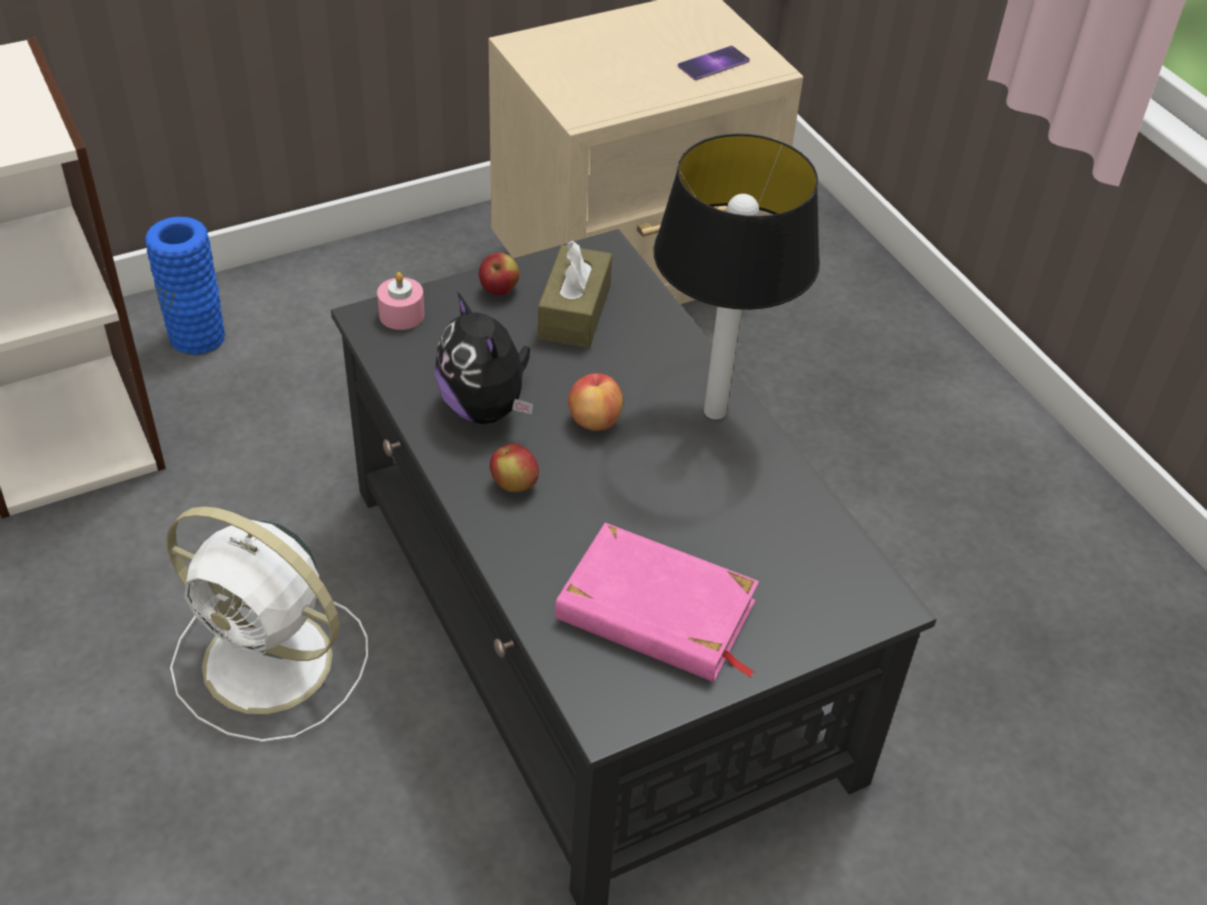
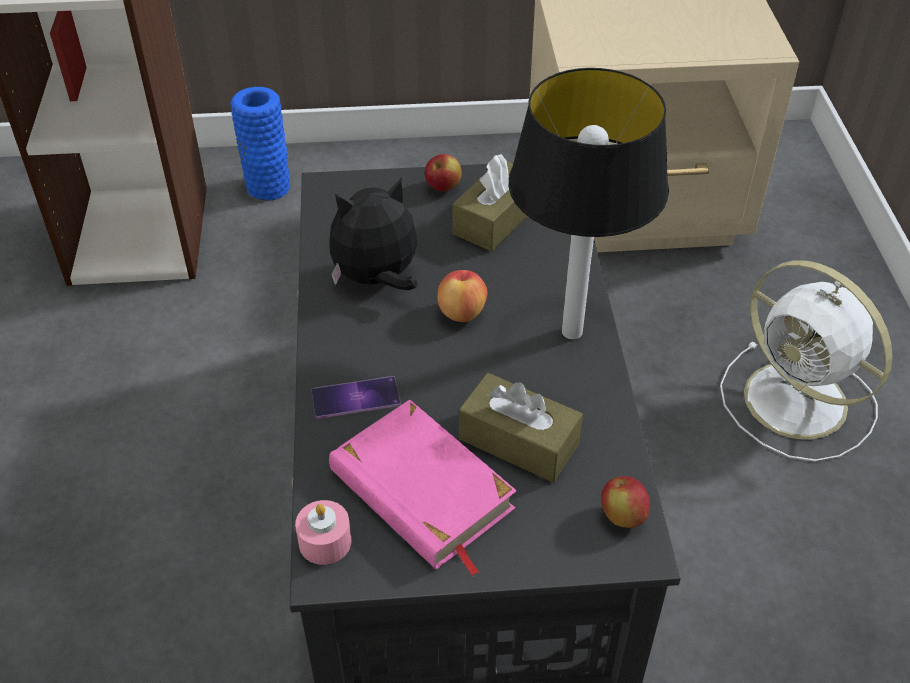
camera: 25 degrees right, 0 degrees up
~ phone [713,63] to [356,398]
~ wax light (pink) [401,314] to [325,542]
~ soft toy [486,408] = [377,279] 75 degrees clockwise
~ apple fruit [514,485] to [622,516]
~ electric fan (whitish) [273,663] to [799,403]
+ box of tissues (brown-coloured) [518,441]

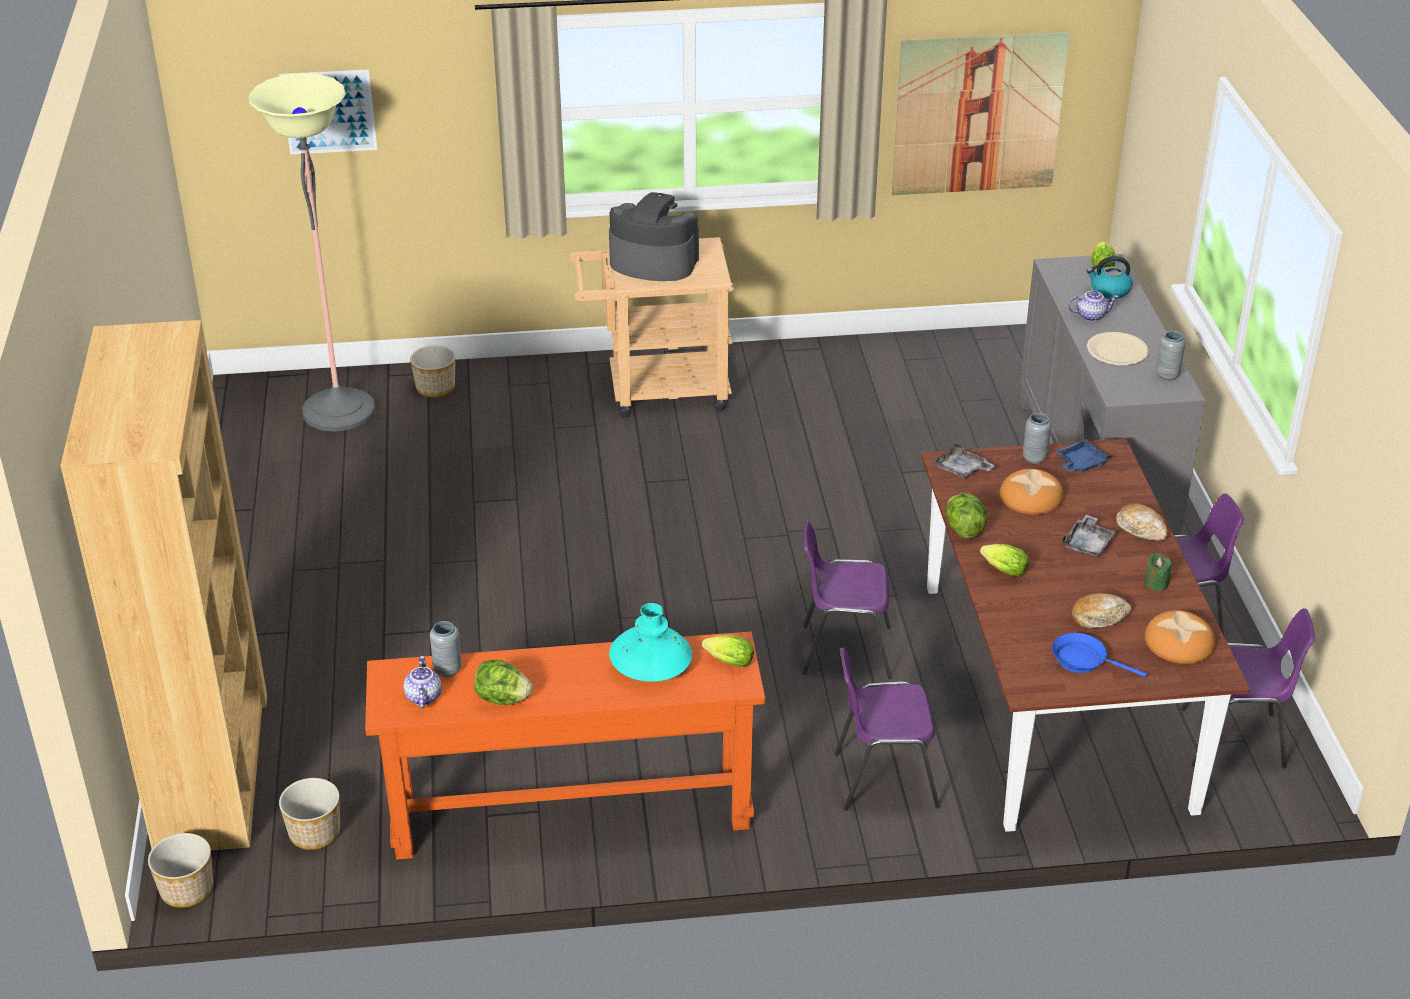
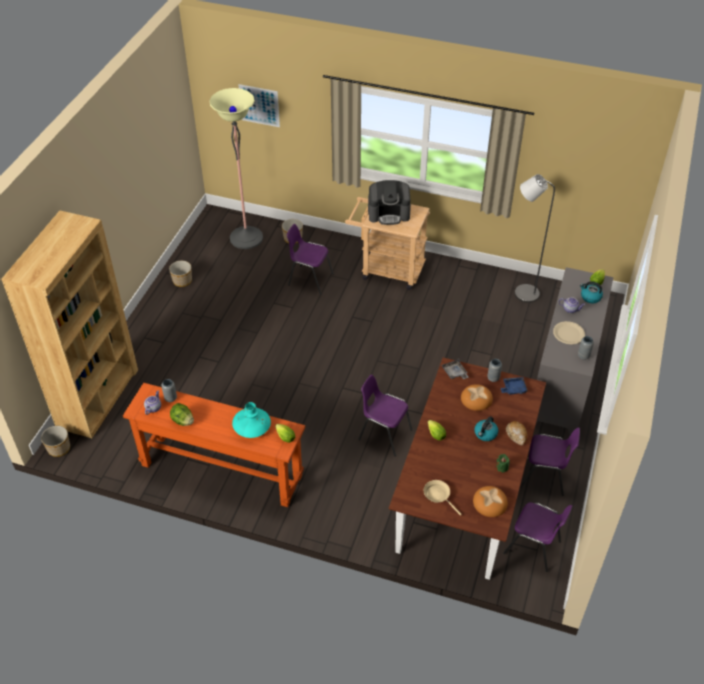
camera: 25 degrees right, 10 degrees up
- picture [978,114]
~ coffee machine [653,262] = [389,213] 135 degrees clockwise
- head of lettuce [963,529]
~ serving tray (greyish) [1088,543] to kettle [485,434]
- baked bread [1099,617]
~ frying pan (blue-coloured) [1083,660] to frying pan (sand-coloured) [438,495]
~ plain chair (purple) [882,779] to [309,279]
~ planter [314,833] to [182,281]
+ floor lamp (greyish) [521,293]

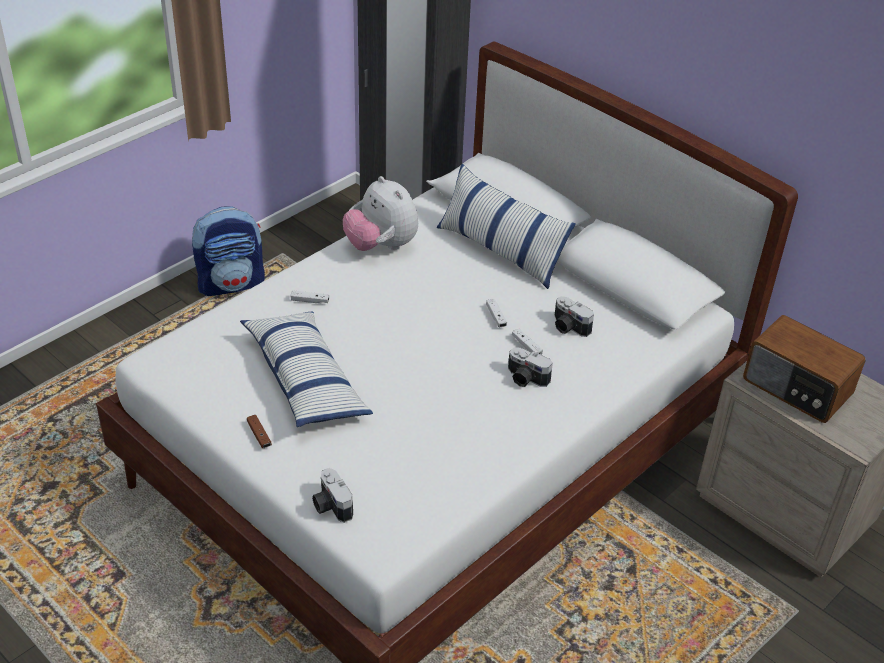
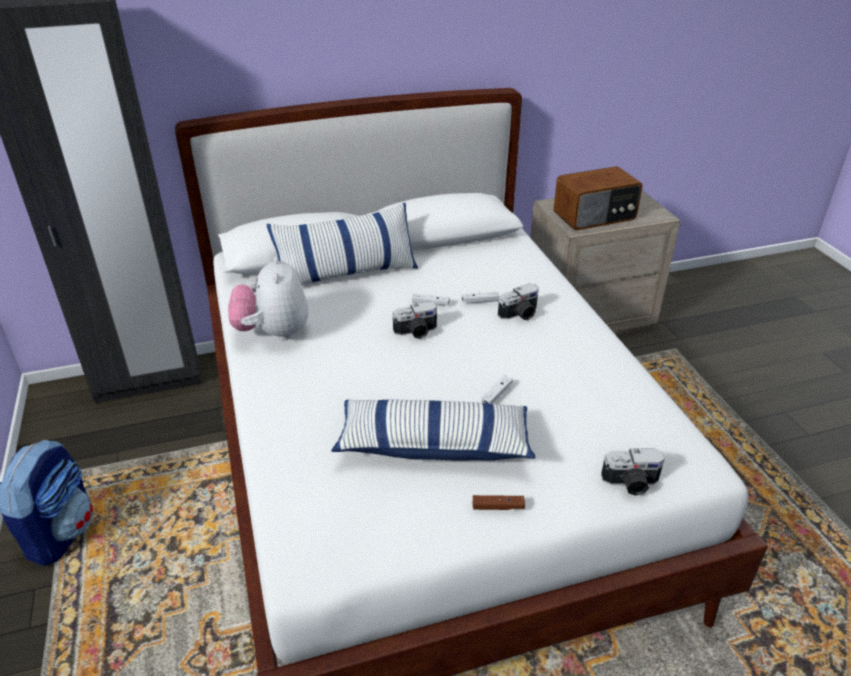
camera: 60 degrees left, 5 degrees down
~ soft toy [381,246] = [273,333] 90 degrees clockwise
~ game controller (whitish) [310,301] to [497,394]
~ photo camera [568,327] to [416,332]

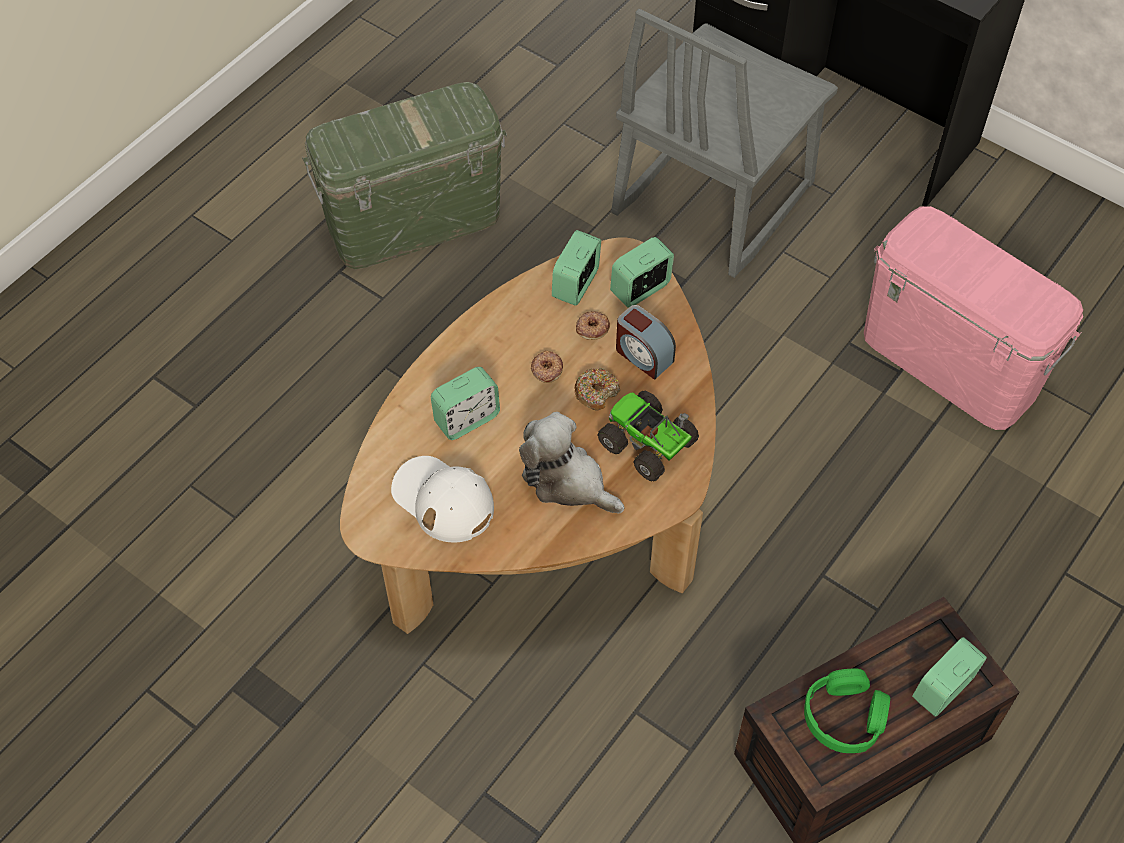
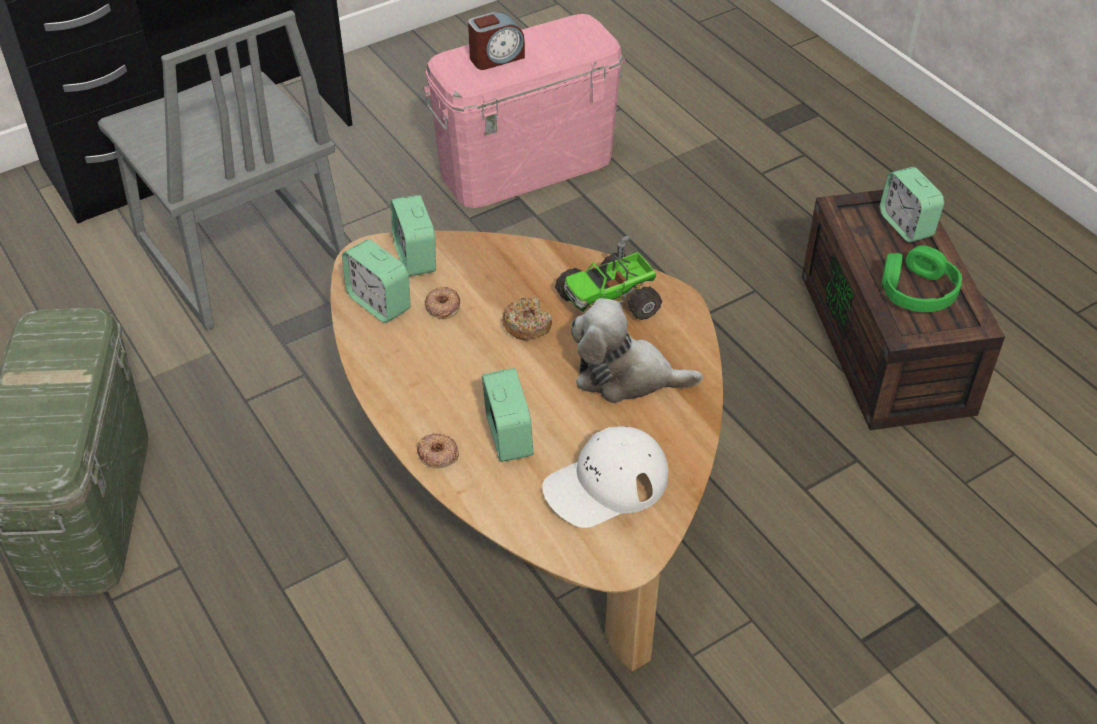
camera: 70 degrees left, 10 degrees down
~ alarm clock [643,355] to [496,58]
~ ring doughnut [546,369] to [437,454]
~ soft toy [567,481] = [626,376] 45 degrees clockwise

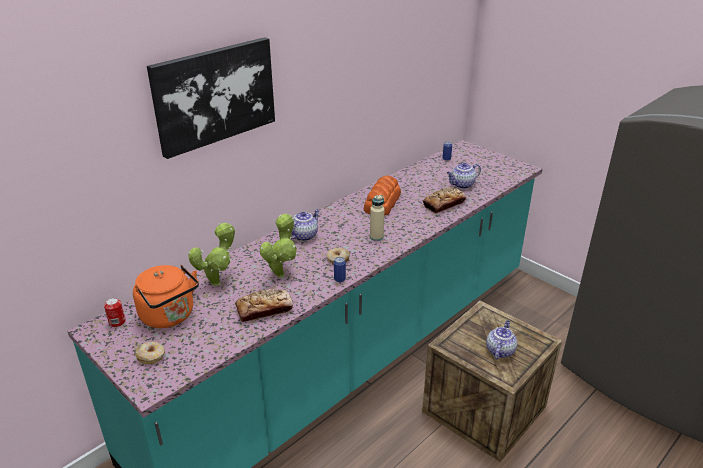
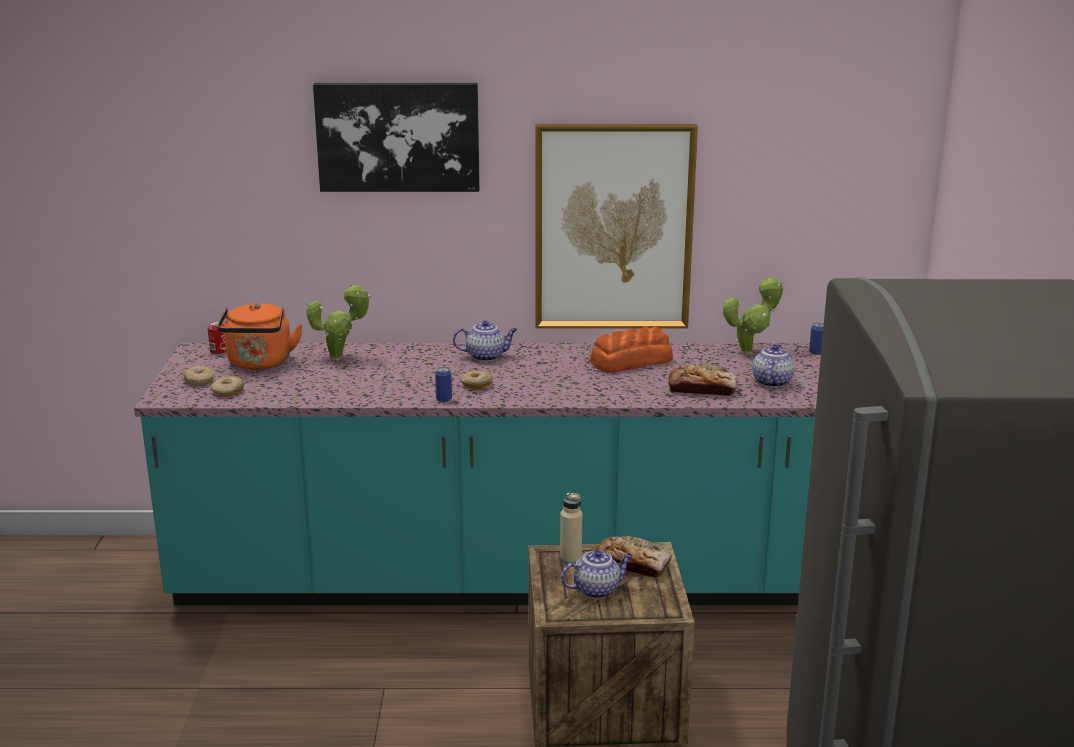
camera: 45 degrees right, 10 degrees down
~ tea pot [462,185] = [771,382] 90 degrees clockwise
~ drink bottle (sand-coloured) [376,237] to [570,559]
~ potted plant [281,273] to [750,352]
~ baked bread [264,309] to [632,564]
+ picture [613,227]
+ ring doughnut [228,392]

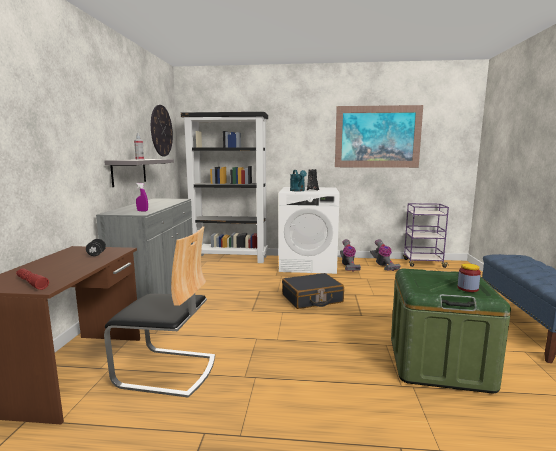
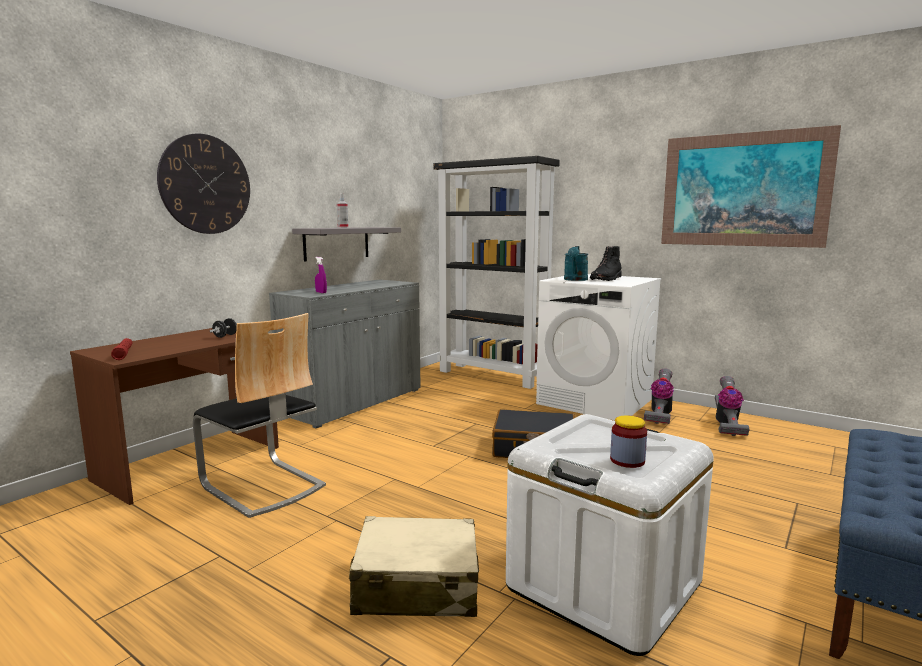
camera: 30 degrees right, 0 degrees up
~ clock on the wall [161,131] to [205,184]
- trolley (purple) [423,263]
~ storage bin (greenish) [438,363] to storage bin (whitish) [603,584]
+ travel case (sand-coloured) [416,586]

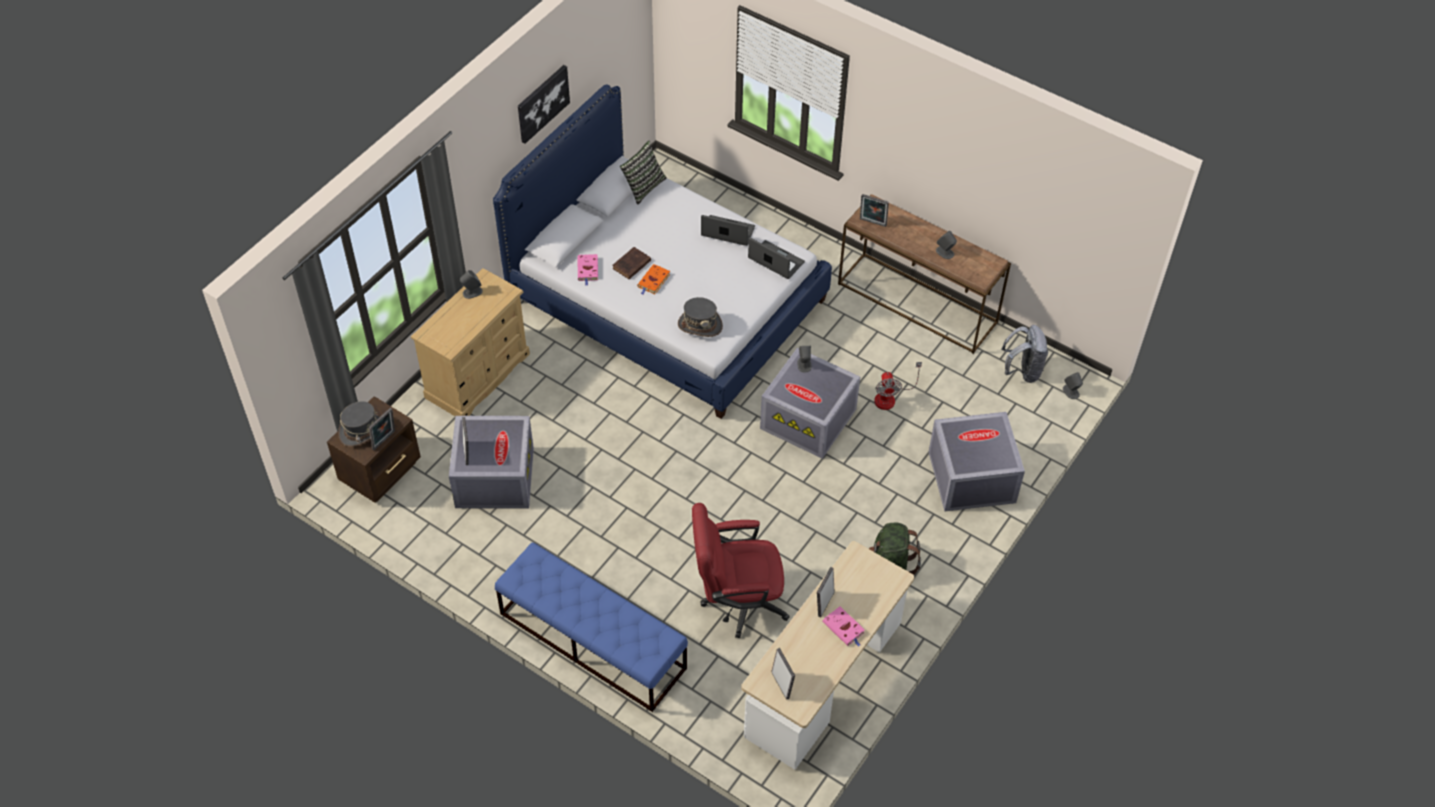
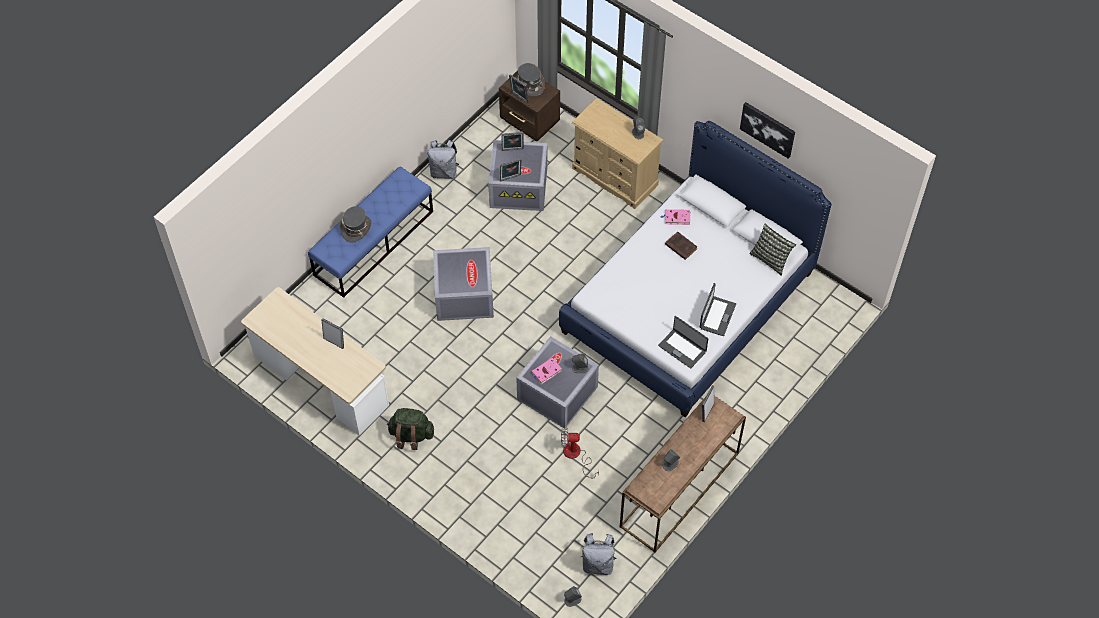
camera: 95 degrees right, 5 degrees up
~ laptop [775,261] = [682,348] 90 degrees clockwise
- book (orange) [653,281]
~ wearable hat (greyish) [700,325] to [356,228]
~ storage bin (greyish) [970,478] to [463,294]
- desk chair (red) [737,601]
~ book (pink) [844,628] to [546,372]
~ photo frame [782,684] to [510,178]
+ backpack (greyish) [444,172]

